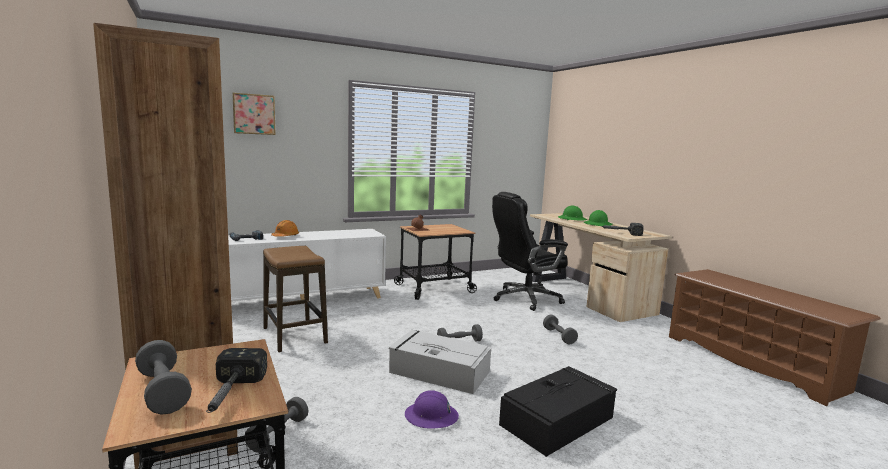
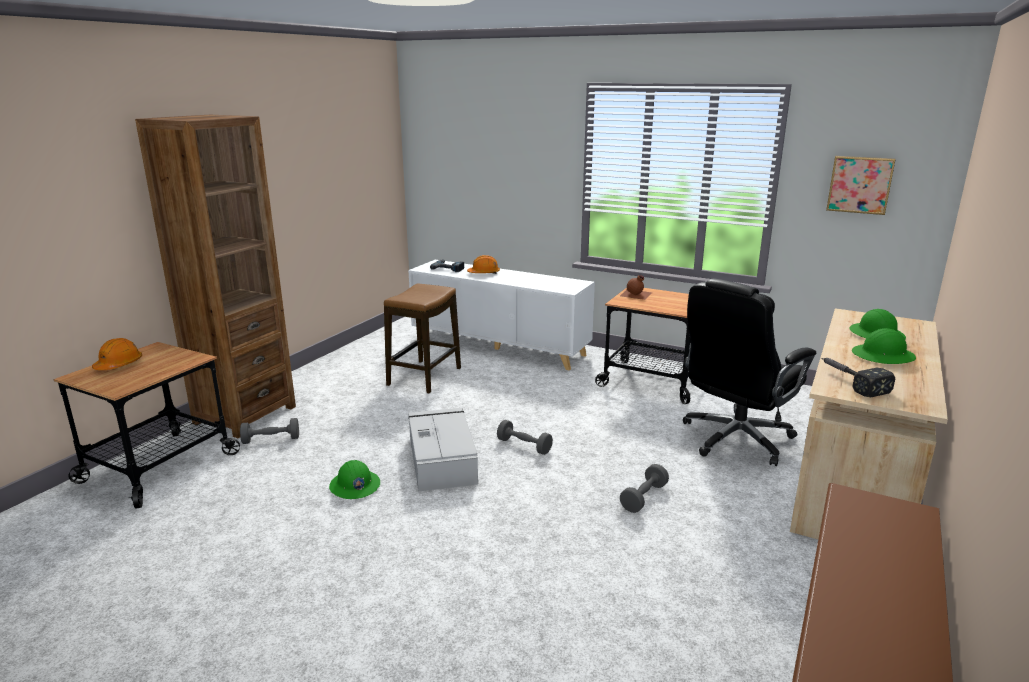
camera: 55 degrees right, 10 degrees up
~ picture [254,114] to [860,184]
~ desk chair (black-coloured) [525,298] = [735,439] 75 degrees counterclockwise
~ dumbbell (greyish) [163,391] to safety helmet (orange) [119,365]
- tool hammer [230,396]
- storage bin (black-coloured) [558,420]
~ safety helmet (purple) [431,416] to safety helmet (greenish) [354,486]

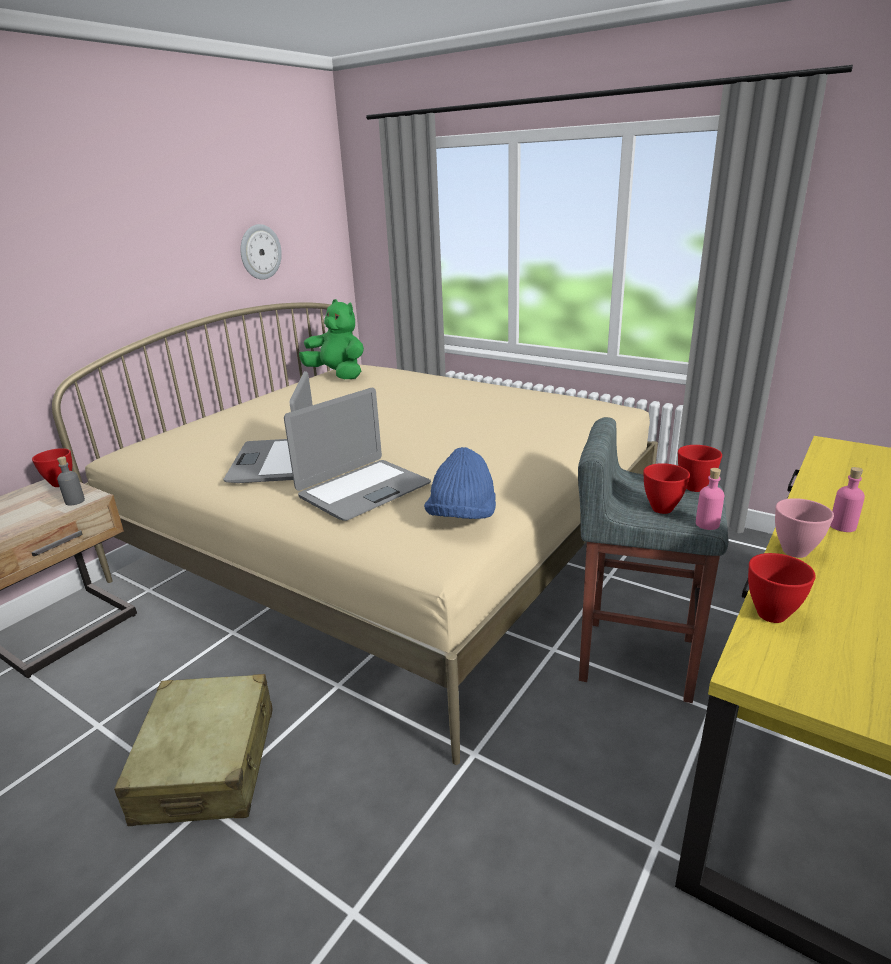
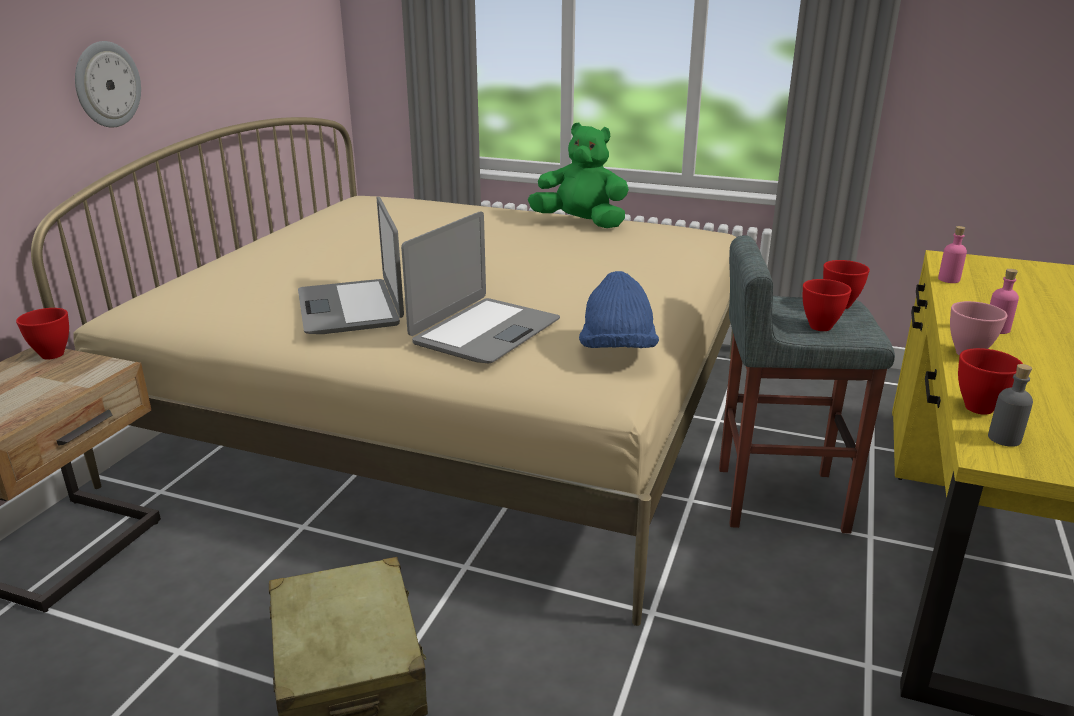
camera: 15 degrees left, 0 degrees up
~ clock on the wall [260,252] to [106,84]
~ soft toy (greenish) [338,375] to [581,223]
~ drink bottle (greyish) [75,501] to [1004,438]
~ drink bottle (pink) [707,524] to [948,279]

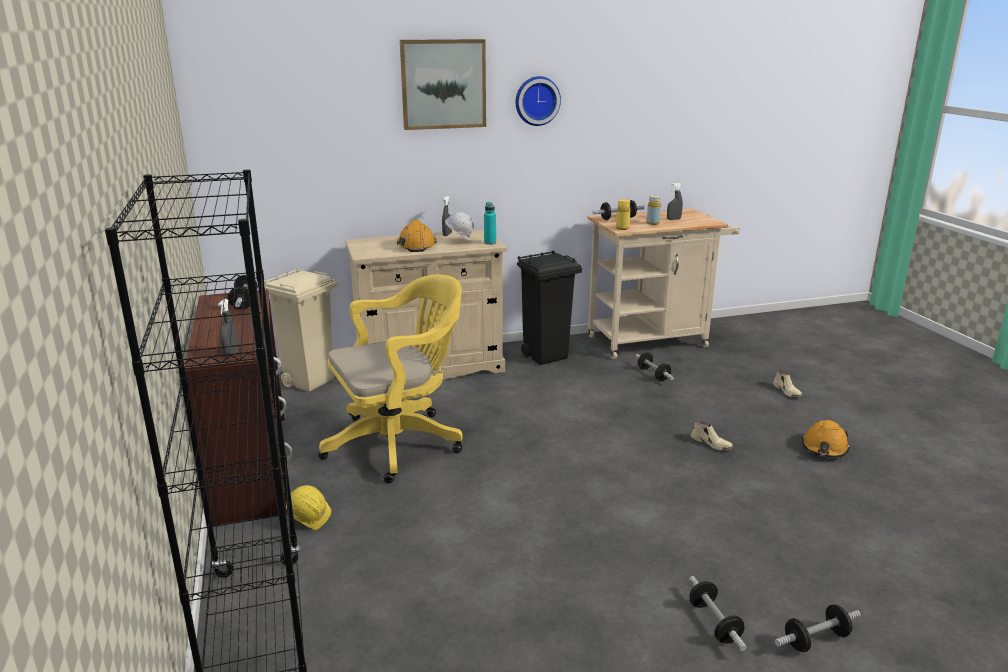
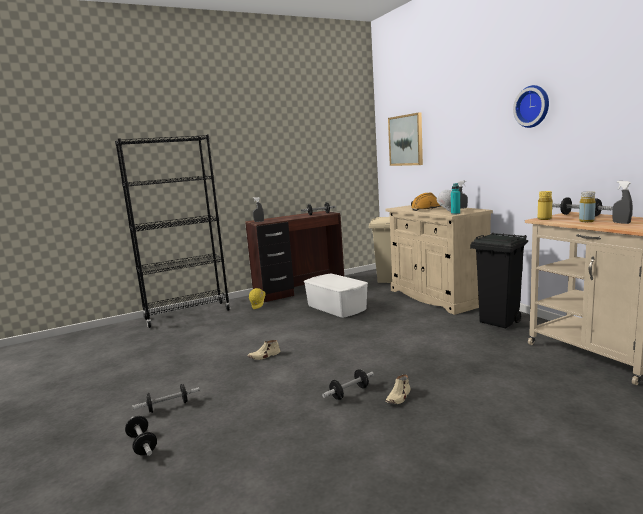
camera: 80 degrees right, 10 degrees down
~ picture [443,84] to [406,140]
~ desk chair (yellowish) [399,442] to storage bin (whitish) [336,307]
~ dumbbell [653,374] to [349,393]
~ low shoe (sand-coloured) [787,391] to [264,356]
- safety helmet (orange) [824,448]

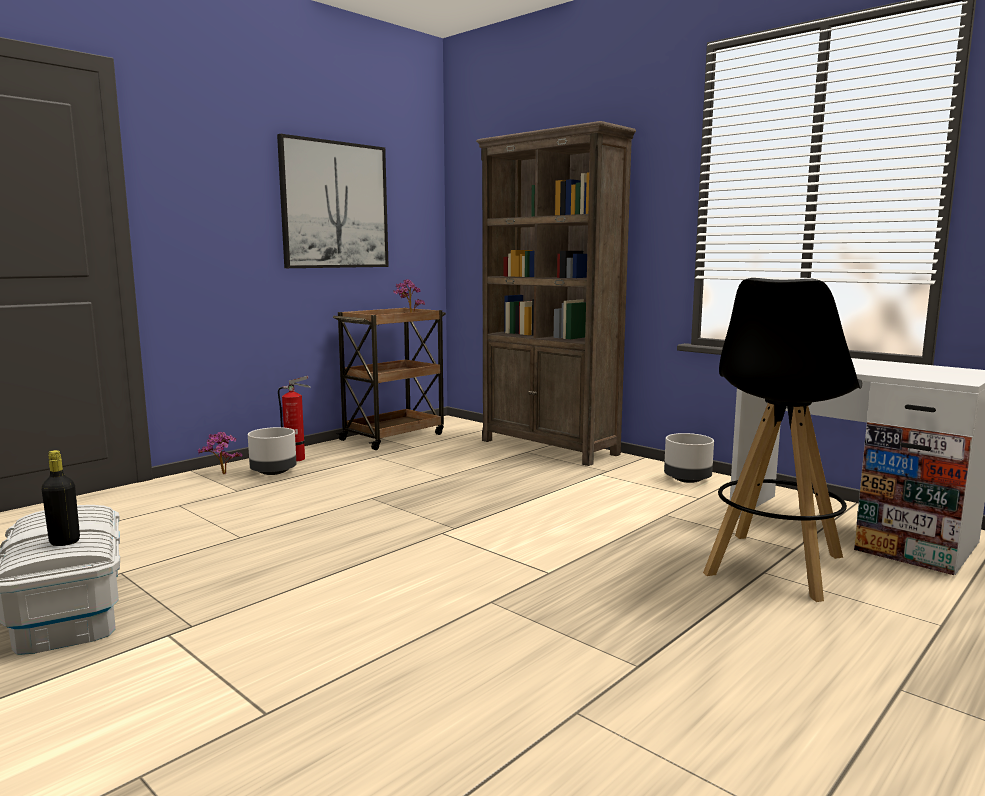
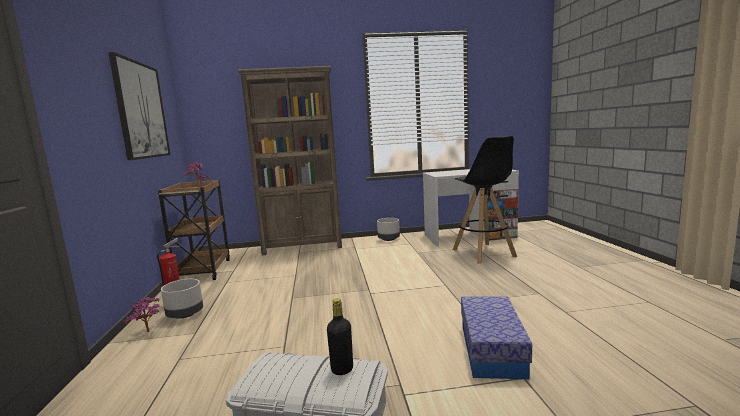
camera: 50 degrees left, 0 degrees up
+ storage bin [491,350]

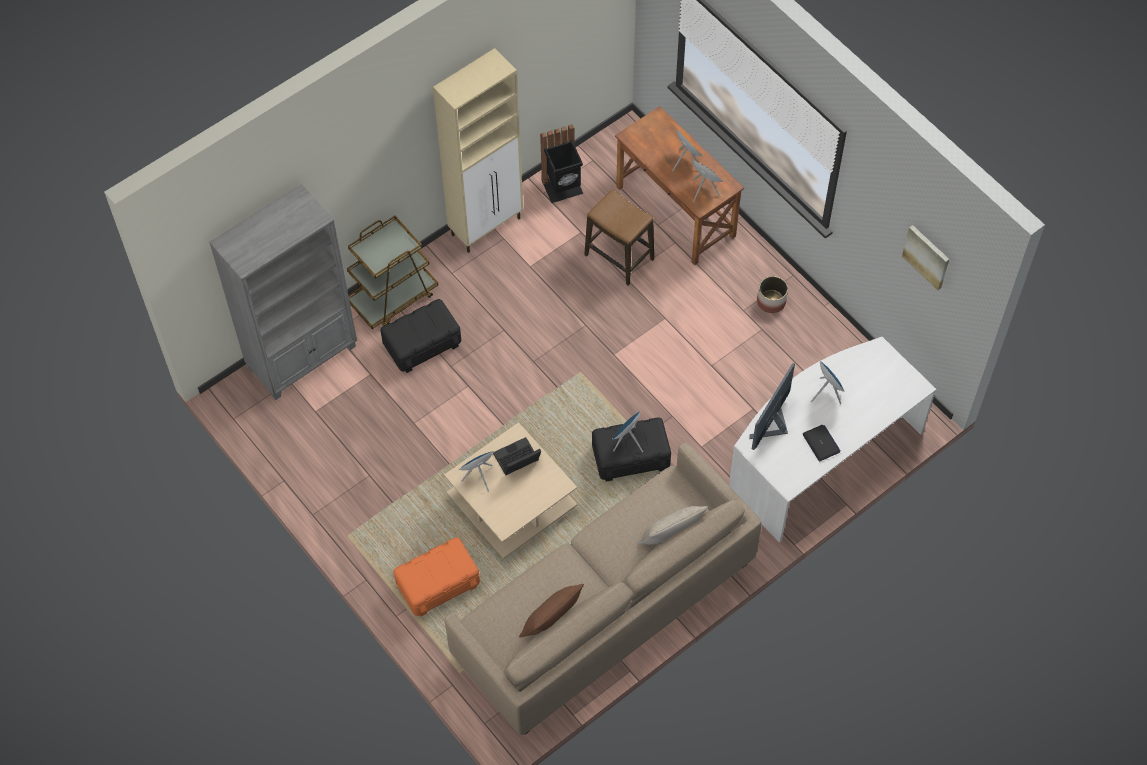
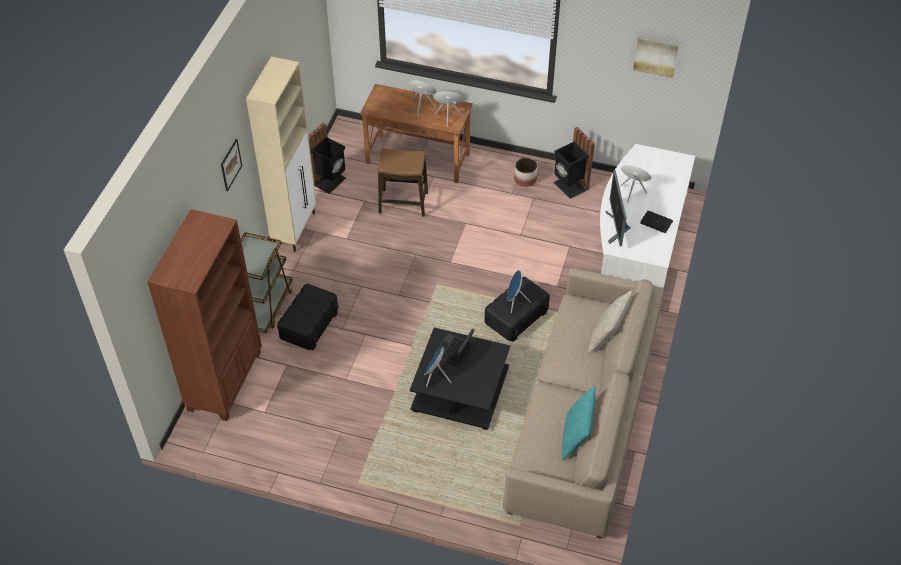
camera: 35 degrees left, 10 degrees down
~ bookcase (greyish) [303,357] to bookcase (brown-coloured) [225,381]
~ coffee table (sand-coloured) [511,504] to coffee table (black-coloured) [461,392]
- storage bin (orange) [438,583]
~ throw pillow (brown-coloured) [551,623] to throw pillow (turquoise-coloured) [576,437]
+ rubbish bin (black-coloured) [570,186]
+ picture [230,164]

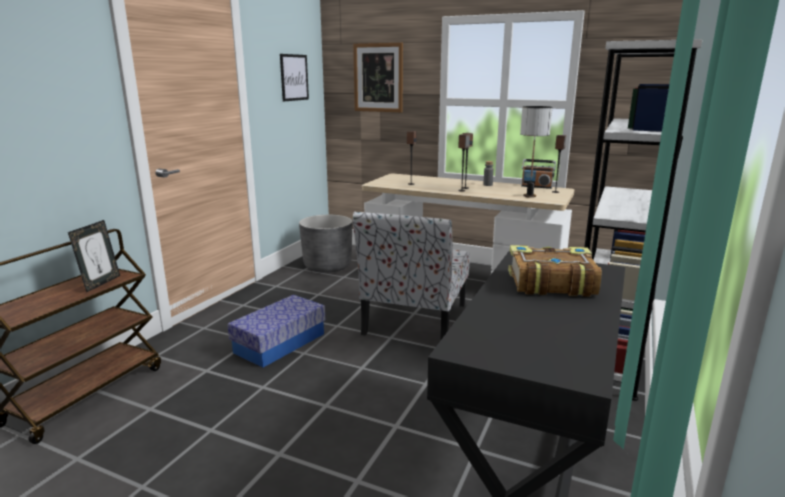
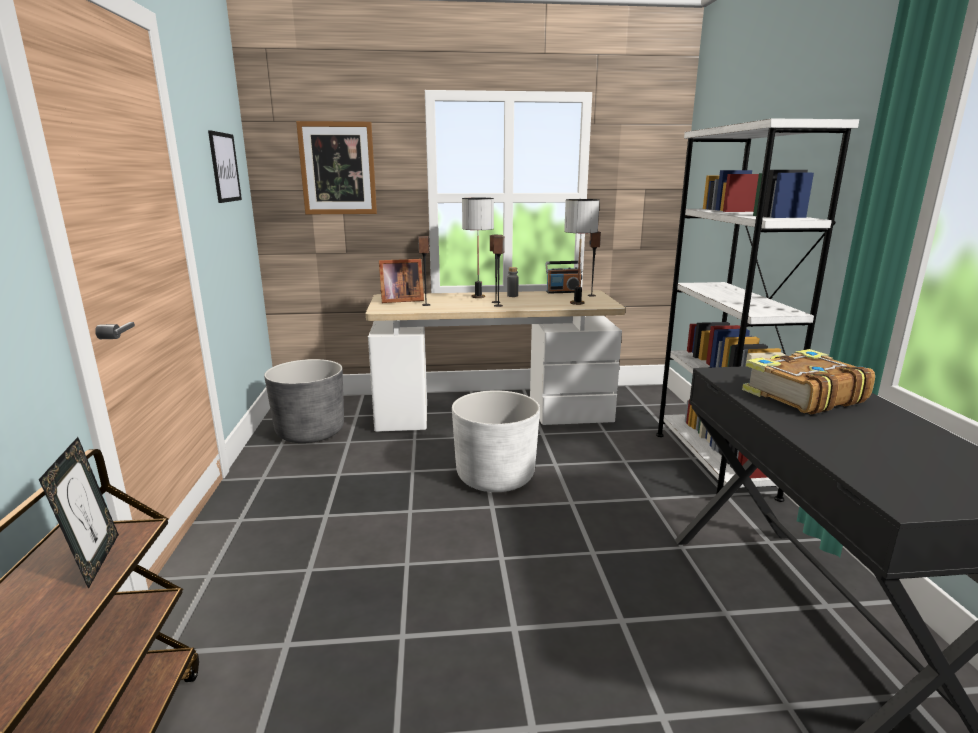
camera: 30 degrees left, 0 degrees up
~ plain chair [414,320] to planter (whitish) [495,476]
- storage bin [280,343]
+ tabletop lamp [478,297]
+ photo frame [400,300]

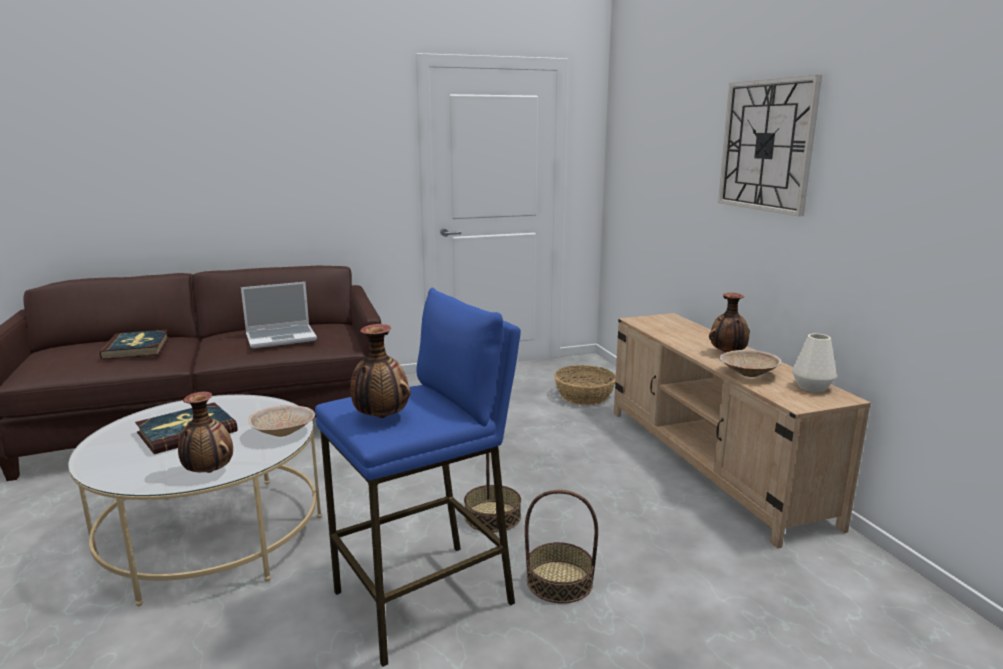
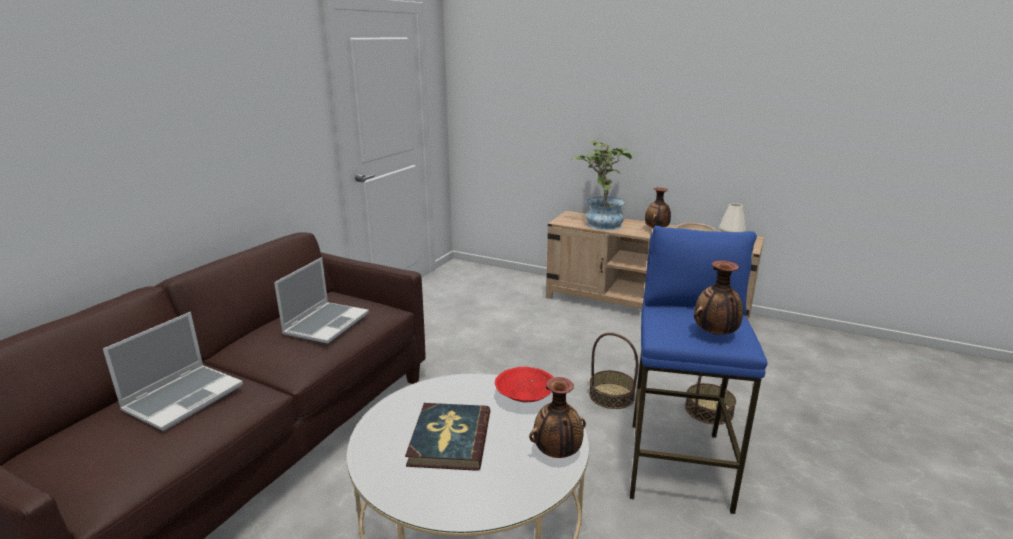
camera: 45 degrees left, 5 degrees up
- clock on the wall [766,145]
~ book [137,348] to laptop [184,397]
- storage basket [584,396]
~ serving bowl (sand-coloured) [284,433] to serving bowl (red) [525,397]
+ potted plant [600,223]

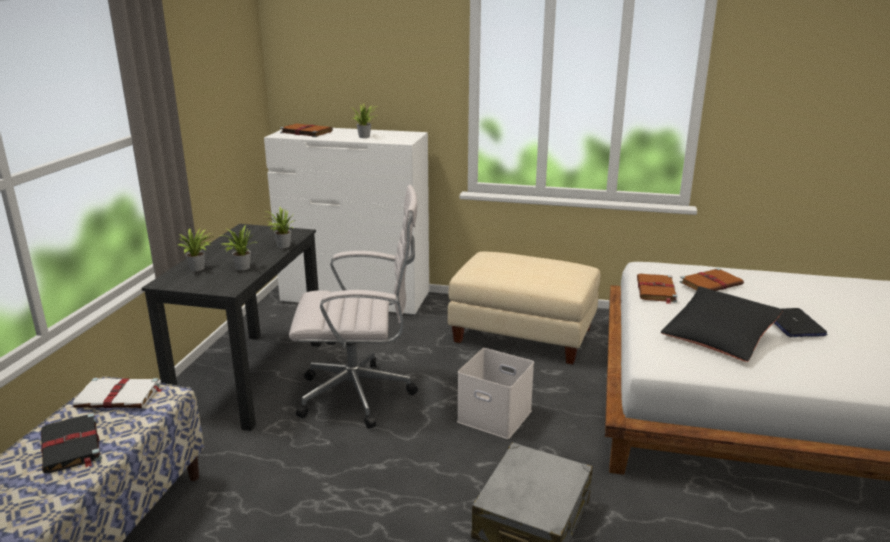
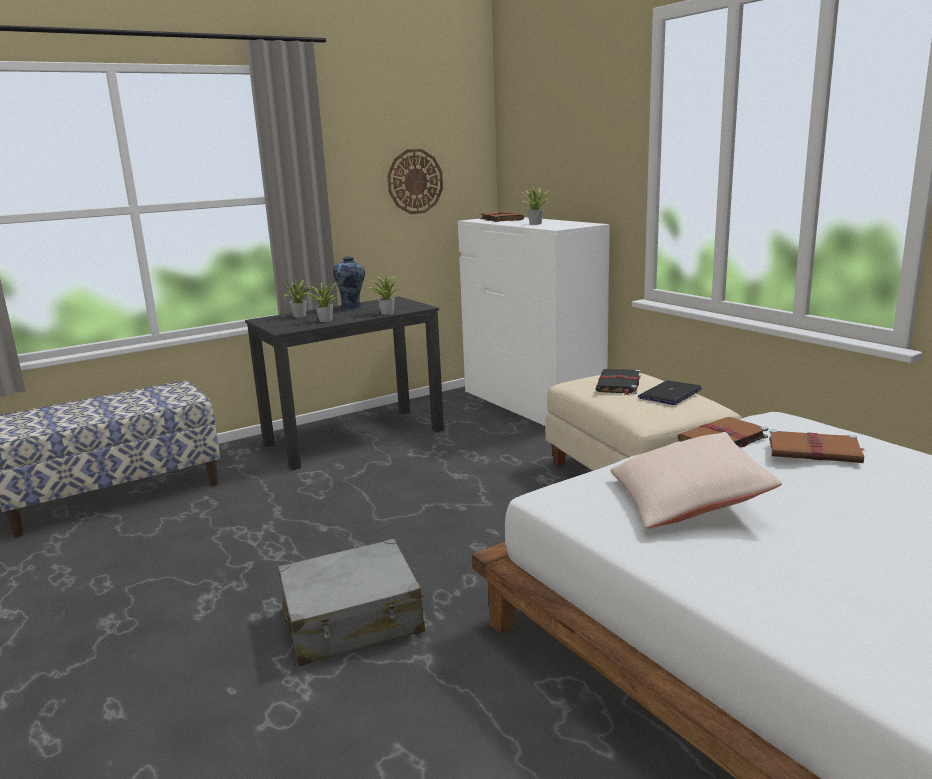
camera: 45 degrees right, 5 degrees down
- desk chair (whitish) [361,395]
~ throw pillow (black-coloured) [718,337] to throw pillow (sand-coloured) [687,501]
~ laptop [793,324] to [670,394]
- storage bin (whitish) [496,416]
- book (whitish) [119,396]
~ book (black-coloured) [71,446] to [618,384]
+ clock on the wall [415,181]
+ vase [352,307]

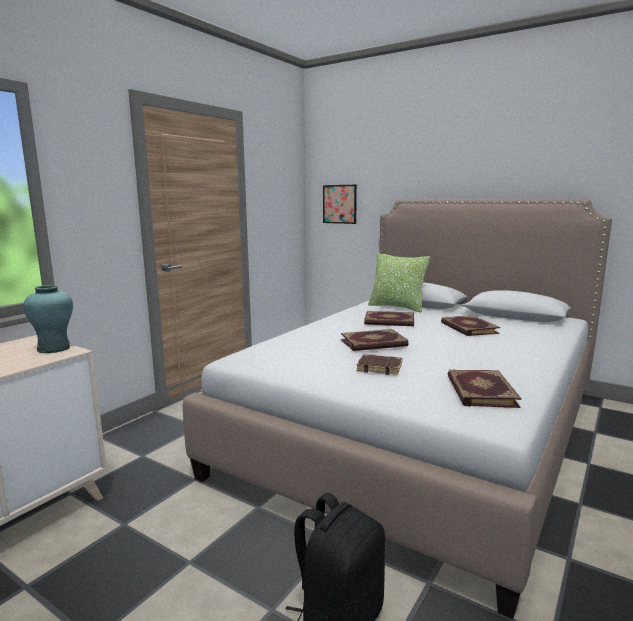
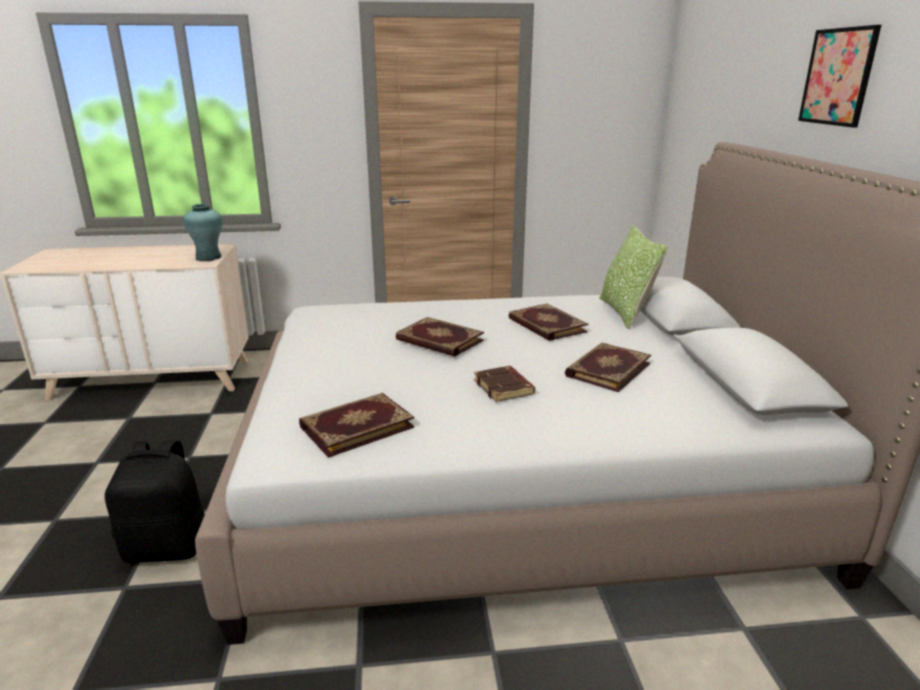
camera: 50 degrees right, 10 degrees up
~ picture [339,204] to [838,77]
~ book (brown-coloured) [380,368] to [504,388]

